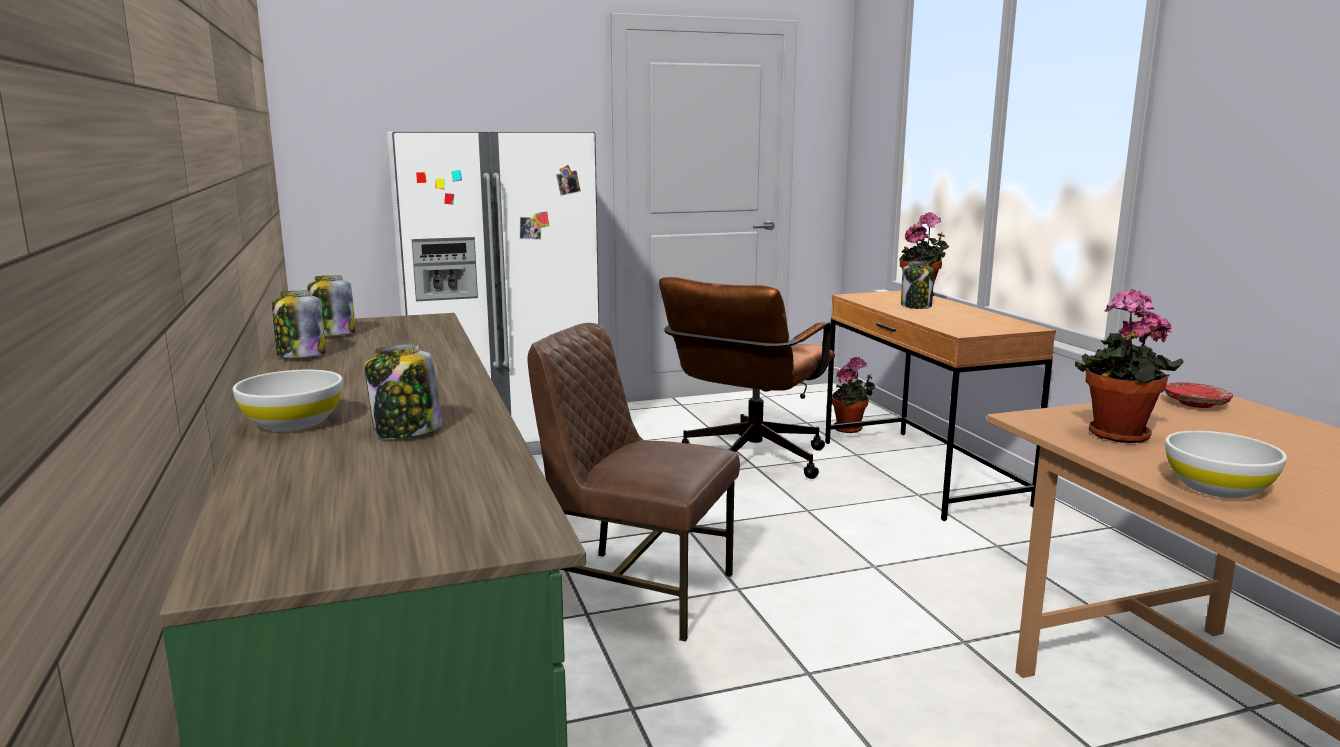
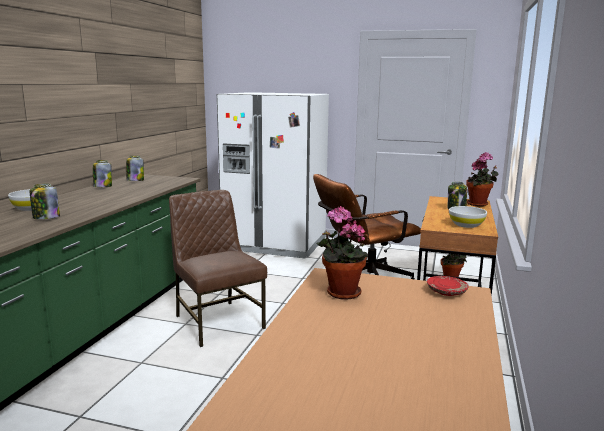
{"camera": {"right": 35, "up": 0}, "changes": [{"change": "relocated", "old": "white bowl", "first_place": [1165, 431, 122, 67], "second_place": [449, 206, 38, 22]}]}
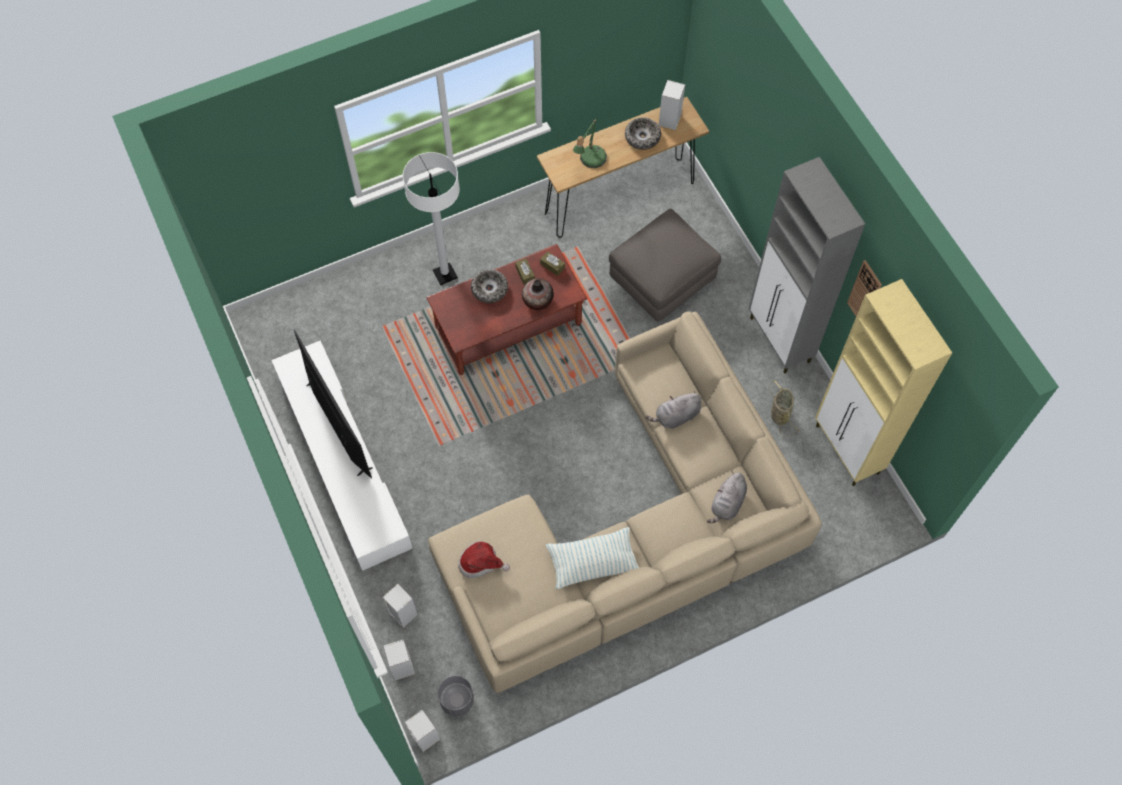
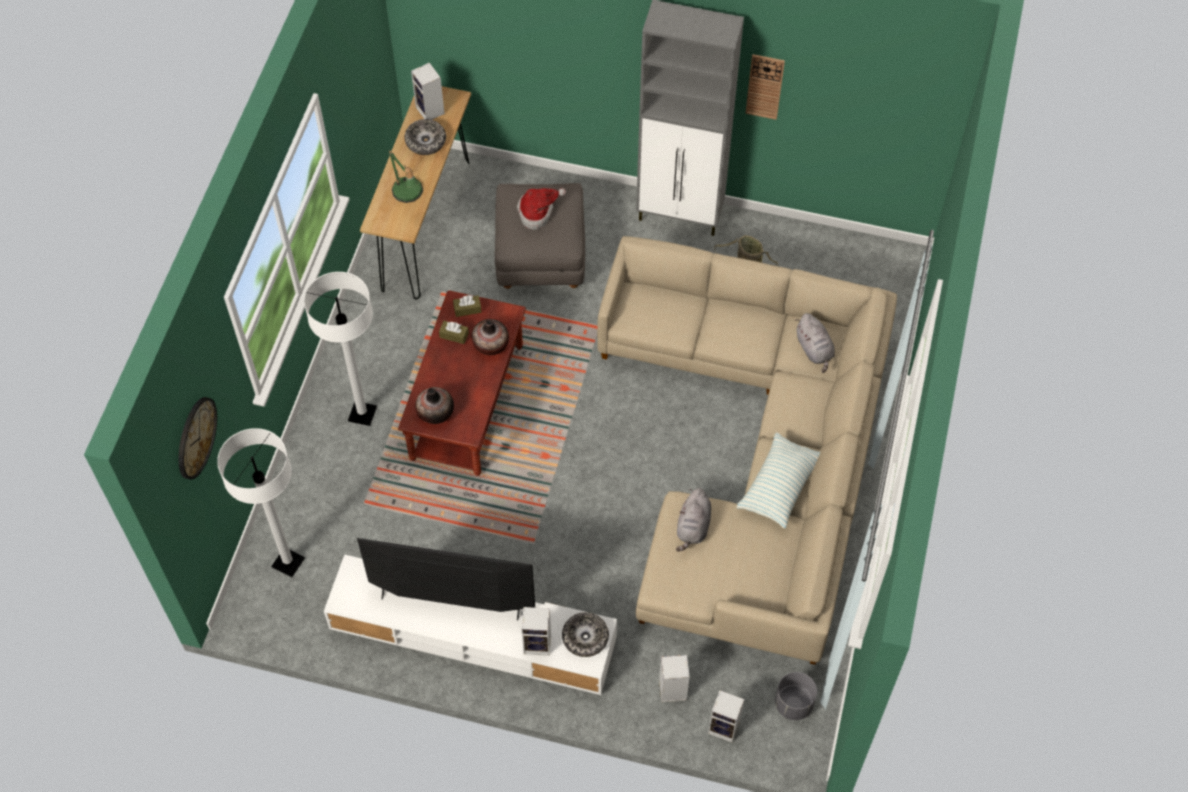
{"camera": {"right": -50, "up": -5}, "changes": [{"change": "relocated", "old": "speaker", "first_place": [405, 710, 35, 42], "second_place": [522, 607, 29, 49]}, {"change": "relocated", "old": "hat", "first_place": [458, 541, 52, 37], "second_place": [517, 188, 49, 42]}, {"change": "relocated", "old": "bowl", "first_place": [471, 269, 37, 34], "second_place": [562, 612, 47, 45]}, {"change": "relocated", "old": "grey plush toy", "first_place": [646, 391, 56, 38], "second_place": [676, 488, 35, 64]}, {"change": "missing", "old": "beige cabinet", "first_place": [815, 279, 137, 207]}, {"change": "appeared", "new": "wall clock", "second_place": [179, 397, 38, 83]}, {"change": "appeared", "new": "white floor lamp", "second_place": [217, 428, 88, 149]}, {"change": "appeared", "new": "vase", "second_place": [415, 387, 39, 37]}]}
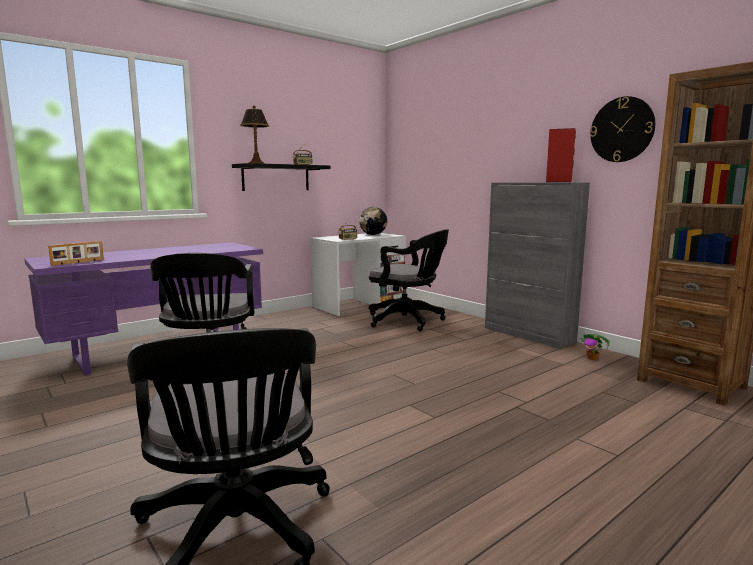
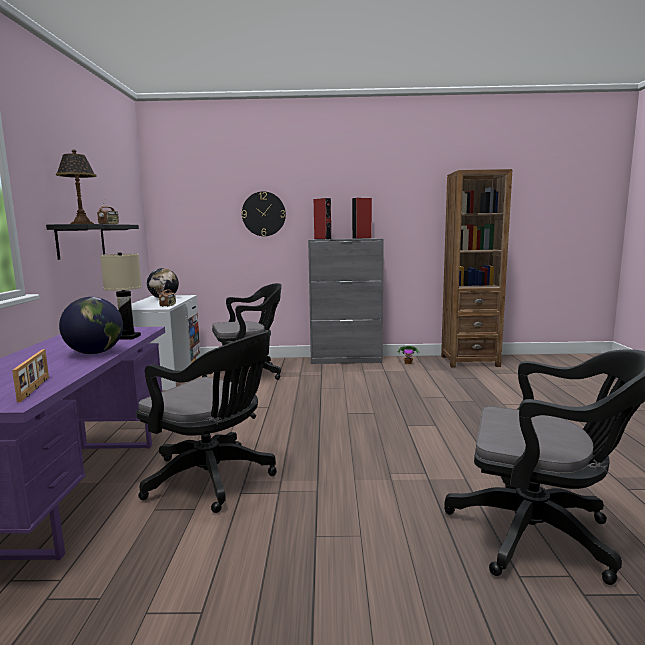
{"camera": {"right": -50, "up": 0}, "changes": [{"change": "relocated", "old": "wall clock", "first_place": [590, 96, 65, 66], "second_place": [242, 191, 44, 45]}, {"change": "appeared", "new": "globe", "second_place": [59, 297, 64, 57]}, {"change": "appeared", "new": "beige table lamp", "second_place": [100, 253, 42, 87]}, {"change": "appeared", "new": "red speaker", "second_place": [314, 198, 17, 41]}]}
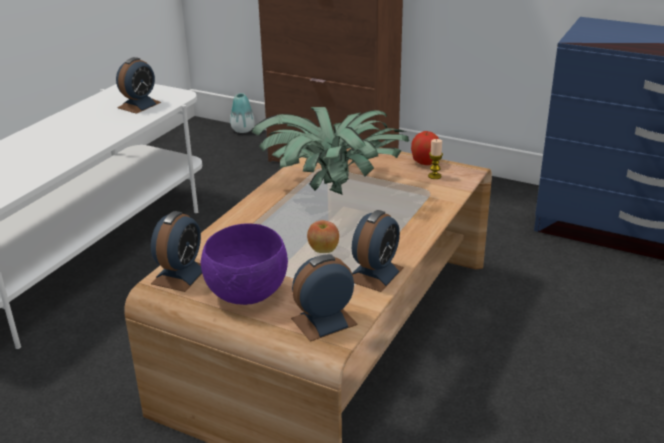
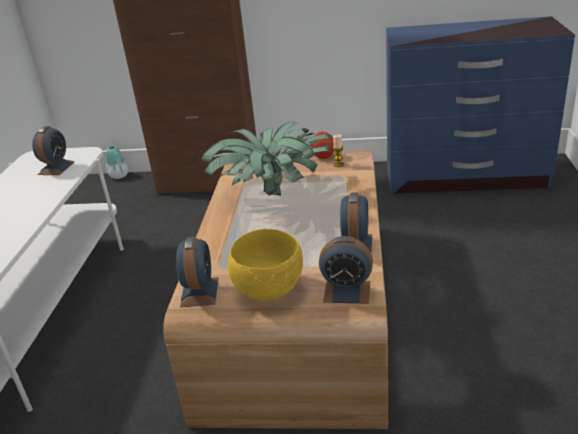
{"camera": {"right": -20, "up": 0}, "changes": [{"change": "colour", "old": "purple bowl", "new": "yellow bowl", "first_place": [200, 223, 88, 82], "second_place": [228, 229, 75, 72]}, {"change": "spun", "old": "alarm clock", "first_place": [291, 254, 67, 88], "second_place": [319, 236, 54, 68], "degrees": -120}, {"change": "missing", "old": "apple", "first_place": [307, 220, 32, 33]}]}
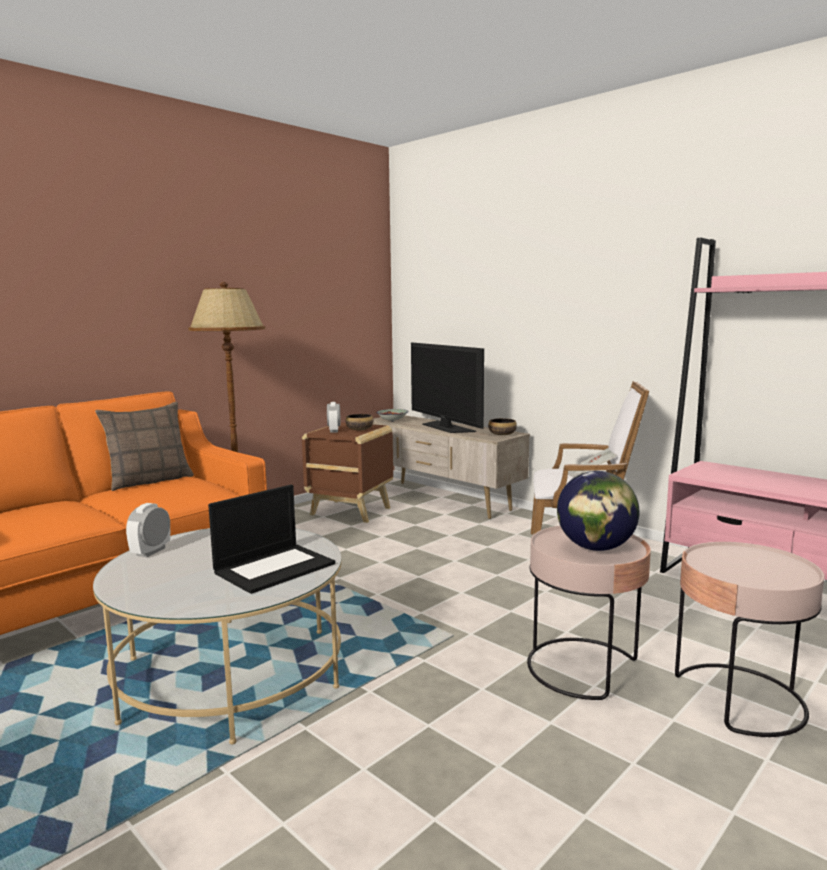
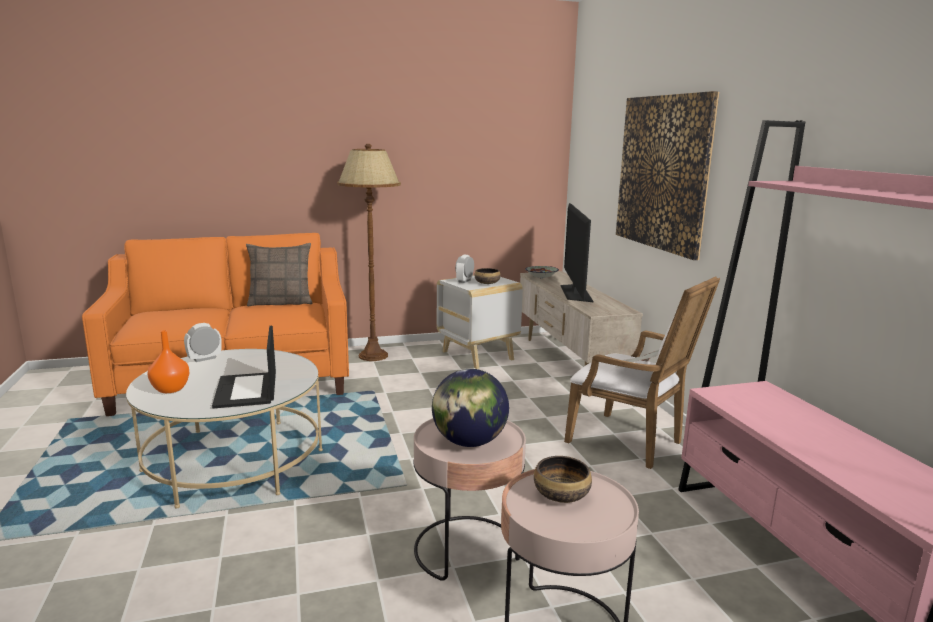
{"camera": {"right": 30, "up": 5}, "changes": [{"change": "spun", "old": "laptop", "first_place": [208, 485, 127, 109], "second_place": [212, 326, 64, 83], "degrees": 90}, {"change": "colour", "old": "brown side table", "new": "white side table", "first_place": [302, 422, 91, 101], "second_place": [437, 275, 86, 94]}, {"change": "relocated", "old": "bowl", "first_place": [488, 418, 29, 17], "second_place": [534, 456, 58, 47]}, {"change": "appeared", "new": "orange vase", "second_place": [148, 330, 41, 63]}, {"change": "appeared", "new": "picture", "second_place": [616, 91, 103, 169]}]}
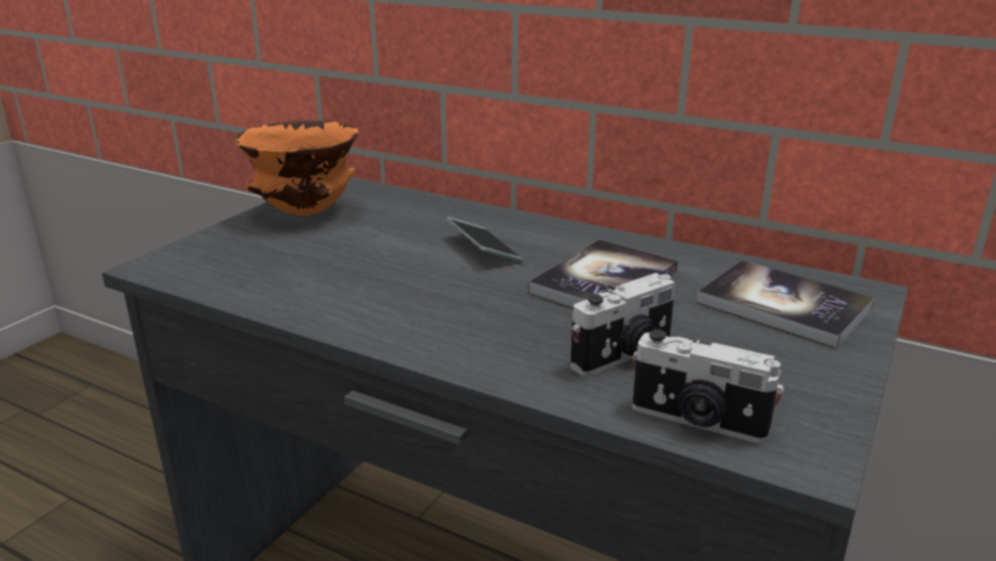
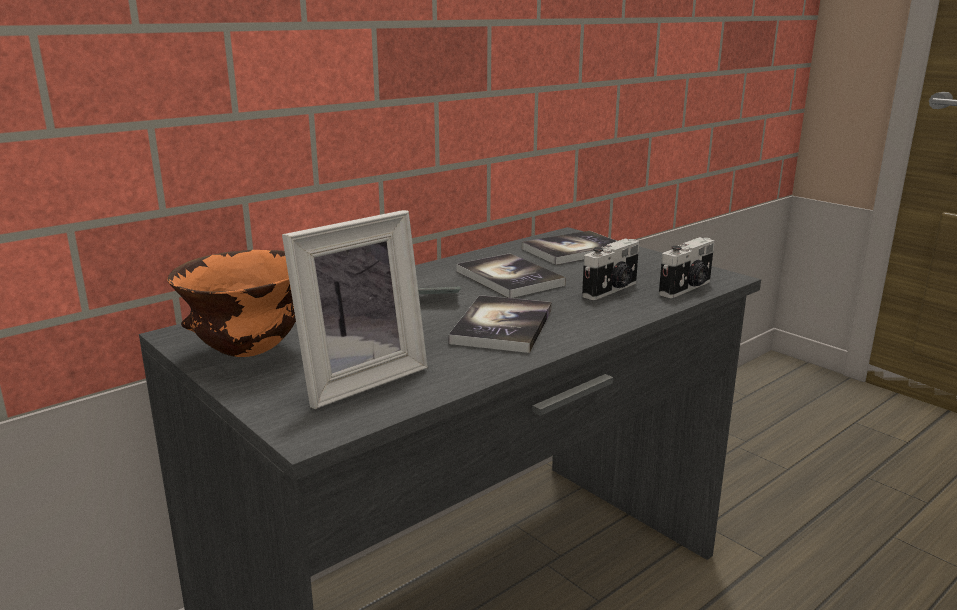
{"camera": {"right": -70, "up": -5}, "changes": [{"change": "spun", "old": "photo camera", "first_place": [570, 273, 105, 103], "second_place": [582, 238, 57, 62], "degrees": 60}, {"change": "appeared", "new": "picture frame", "second_place": [282, 210, 146, 199]}, {"change": "appeared", "new": "book", "second_place": [449, 295, 103, 58]}]}
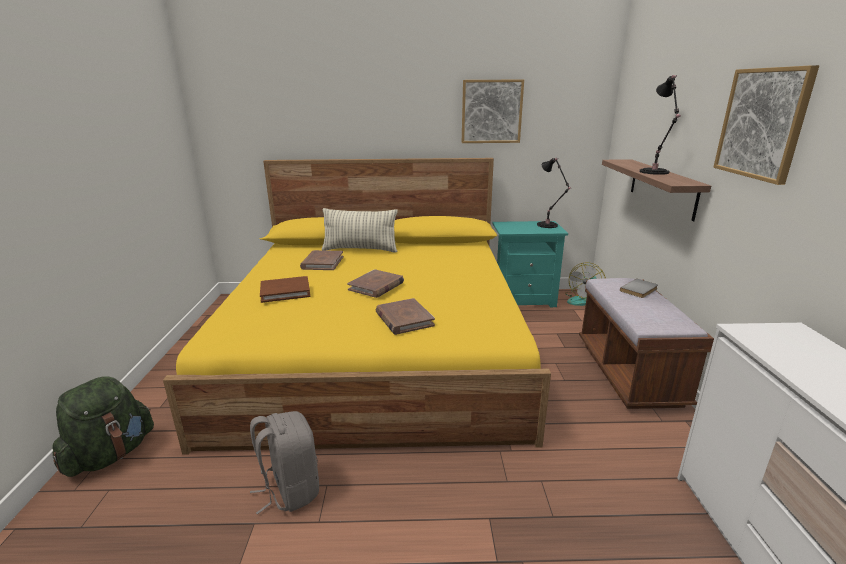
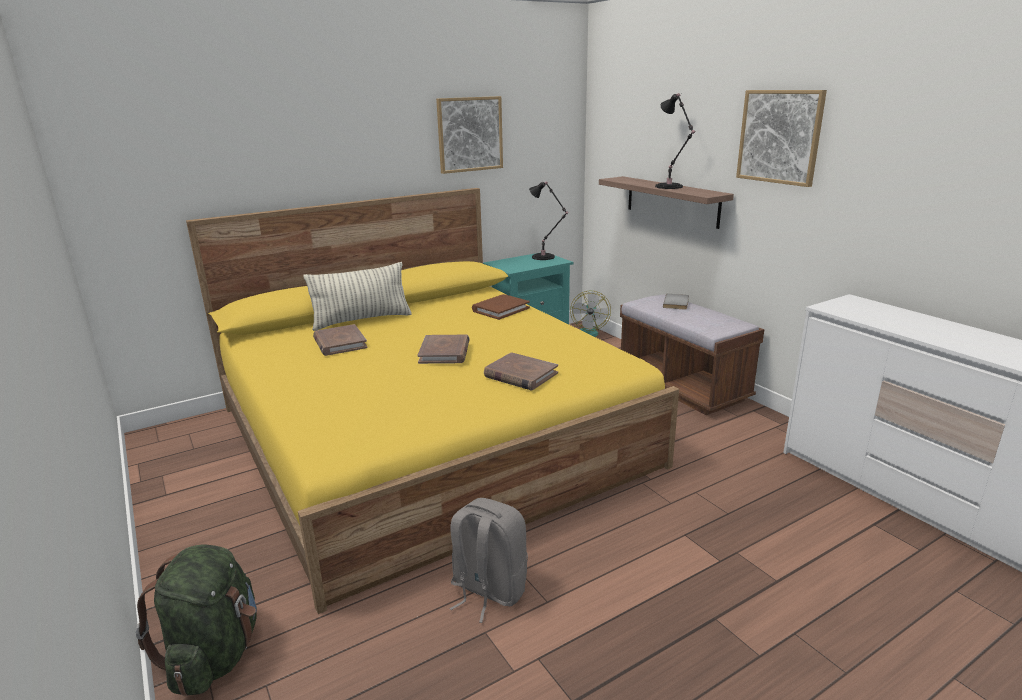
{"camera": {"right": -30, "up": 0}, "changes": [{"change": "relocated", "old": "brown book", "first_place": [260, 276, 51, 27], "second_place": [472, 294, 58, 26]}]}
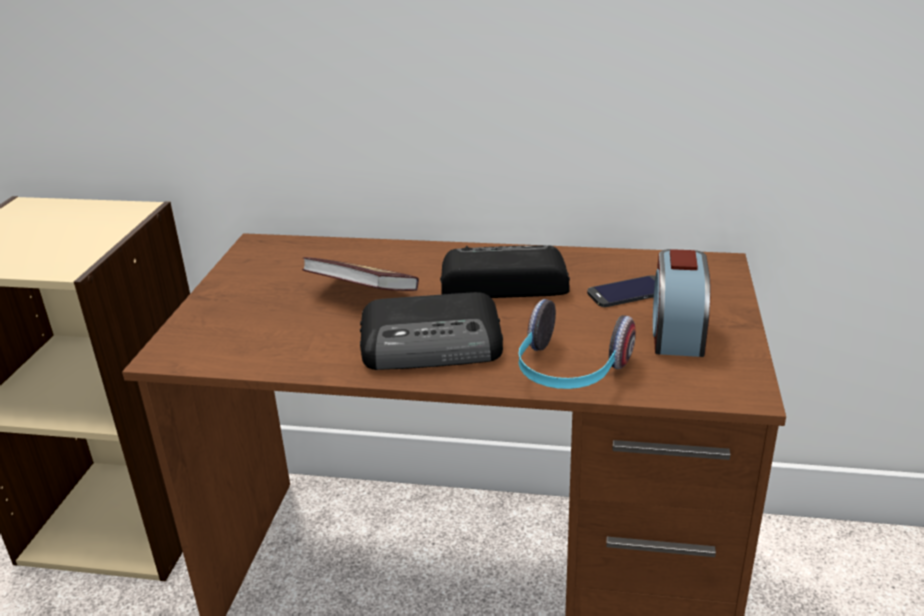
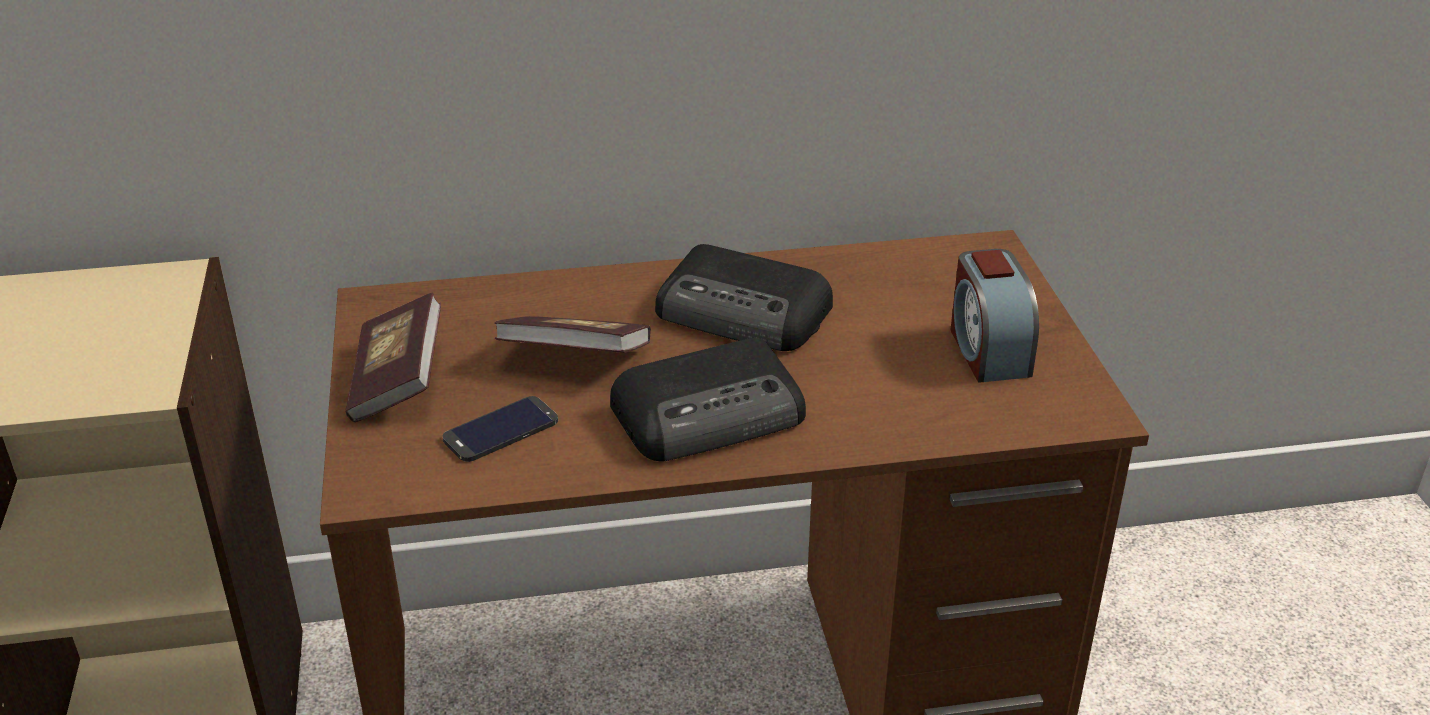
{"camera": {"right": -20, "up": 5}, "changes": [{"change": "spun", "old": "radio", "first_place": [440, 245, 130, 53], "second_place": [655, 244, 178, 107], "degrees": -135}, {"change": "missing", "old": "headphones", "first_place": [519, 299, 117, 90]}, {"change": "relocated", "old": "phone", "first_place": [587, 275, 68, 32], "second_place": [443, 396, 115, 66]}, {"change": "appeared", "new": "book", "second_place": [345, 292, 96, 130]}]}
